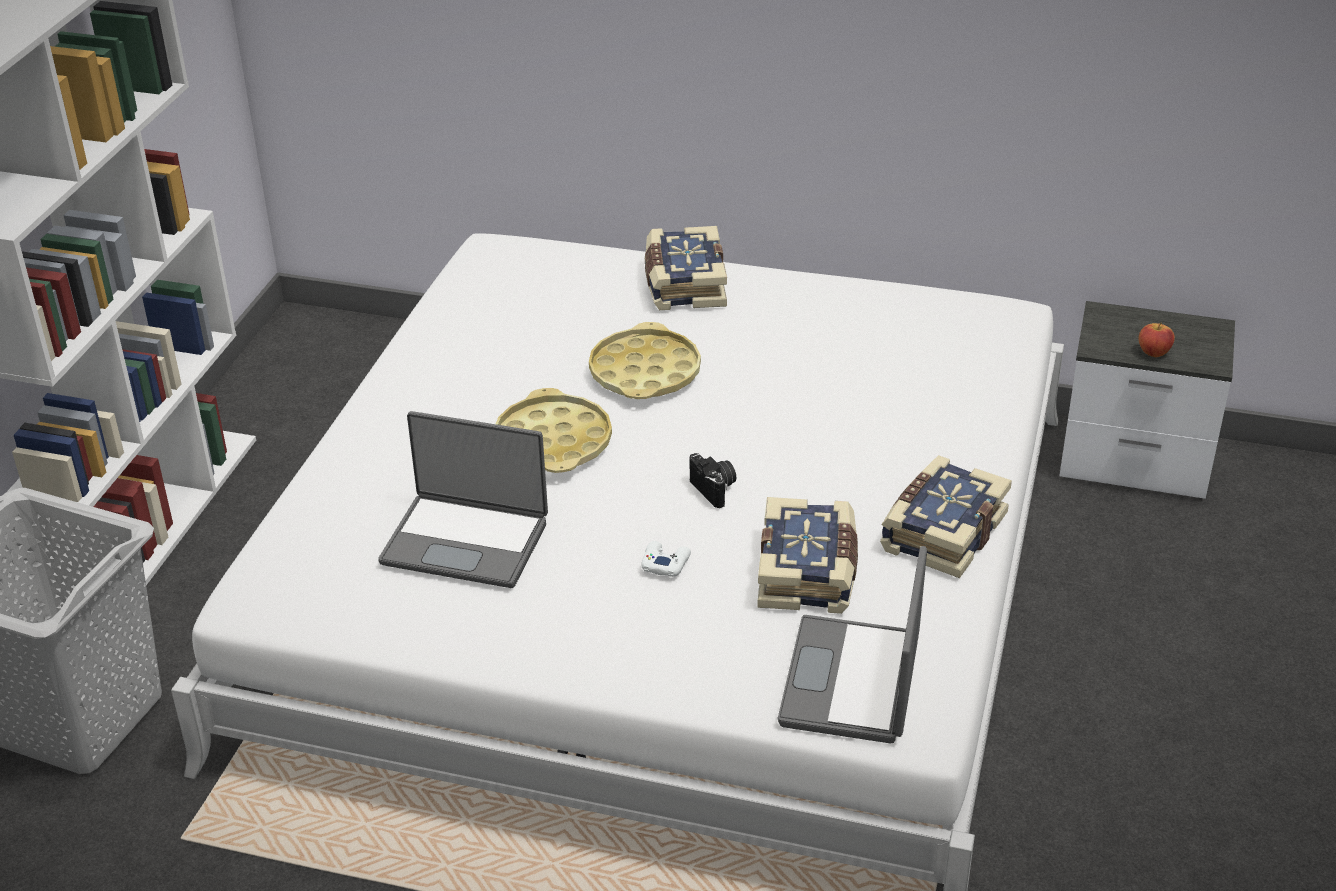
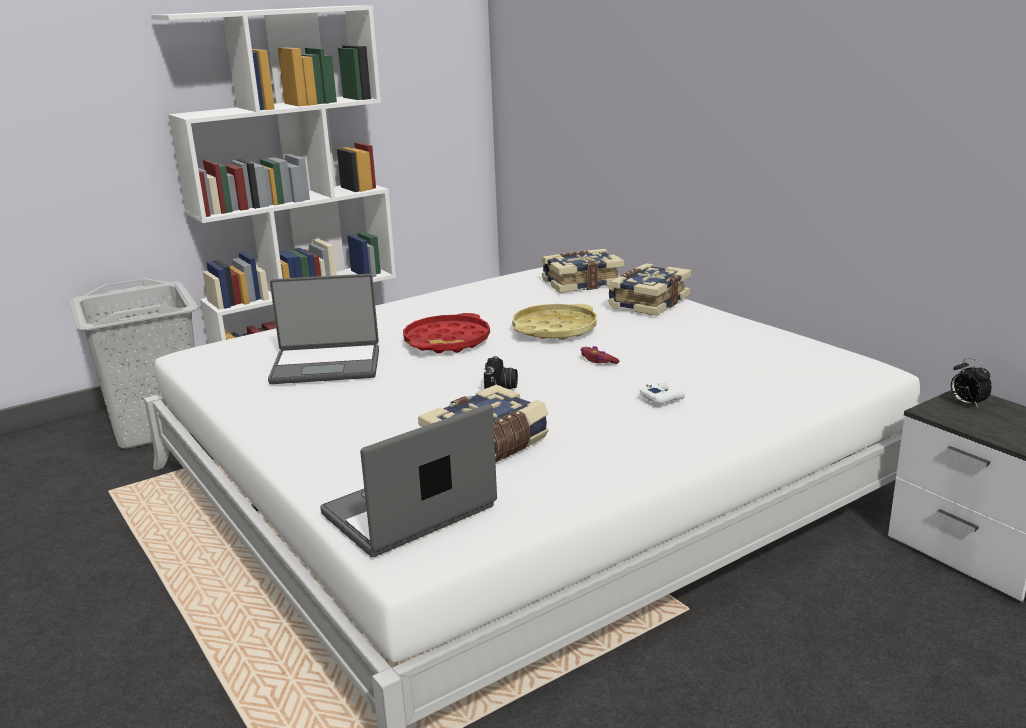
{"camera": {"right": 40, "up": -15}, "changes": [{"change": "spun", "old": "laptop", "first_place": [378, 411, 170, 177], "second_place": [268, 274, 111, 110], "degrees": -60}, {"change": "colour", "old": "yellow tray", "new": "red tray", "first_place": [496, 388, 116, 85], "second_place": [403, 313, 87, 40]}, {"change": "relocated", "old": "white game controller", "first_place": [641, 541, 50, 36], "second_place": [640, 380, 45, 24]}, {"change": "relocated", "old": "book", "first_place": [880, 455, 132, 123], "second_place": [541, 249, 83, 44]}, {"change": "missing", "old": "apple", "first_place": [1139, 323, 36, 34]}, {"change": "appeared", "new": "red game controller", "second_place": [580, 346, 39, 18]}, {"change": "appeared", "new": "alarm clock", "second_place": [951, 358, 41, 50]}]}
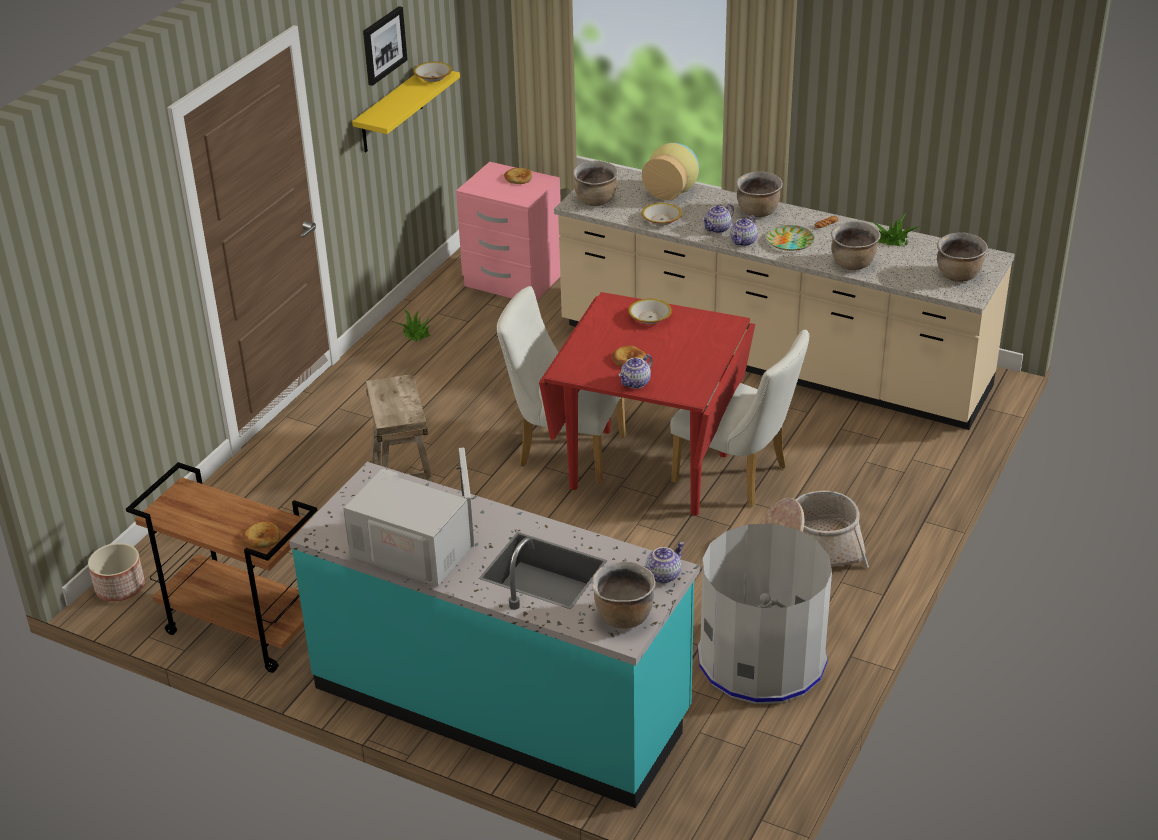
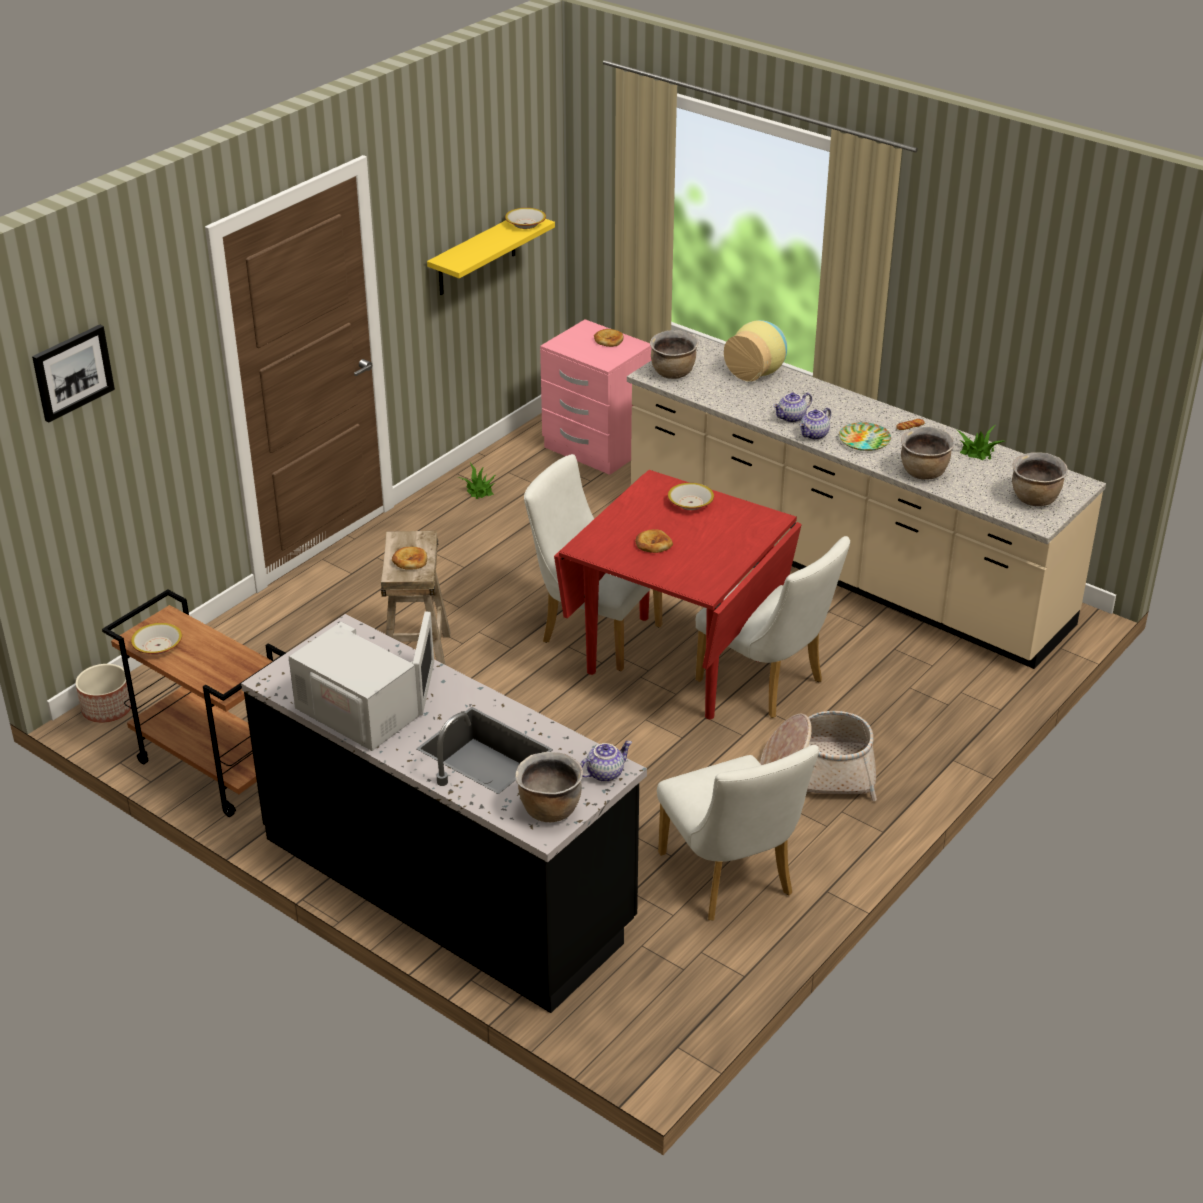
{"camera": {"right": 10, "up": 0}, "changes": [{"change": "relocated", "old": "bread", "first_place": [242, 522, 38, 27], "second_place": [392, 547, 35, 22]}, {"change": "colour", "old": "turquoise counter", "new": "black counter", "first_place": [289, 462, 411, 346], "second_place": [241, 614, 406, 399]}, {"change": "relocated", "old": "picture", "first_place": [363, 6, 45, 80], "second_place": [32, 324, 83, 98]}, {"change": "missing", "old": "teapot", "first_place": [618, 354, 35, 35]}, {"change": "relocated", "old": "bowl", "first_place": [642, 203, 40, 23], "second_place": [131, 623, 51, 32]}, {"change": "exchanged", "old": "grey trash can", "new": "white chair", "first_place": [698, 524, 134, 180], "second_place": [657, 745, 162, 175]}, {"change": "missing", "old": "brown cooking pot", "first_place": [736, 171, 47, 46]}]}
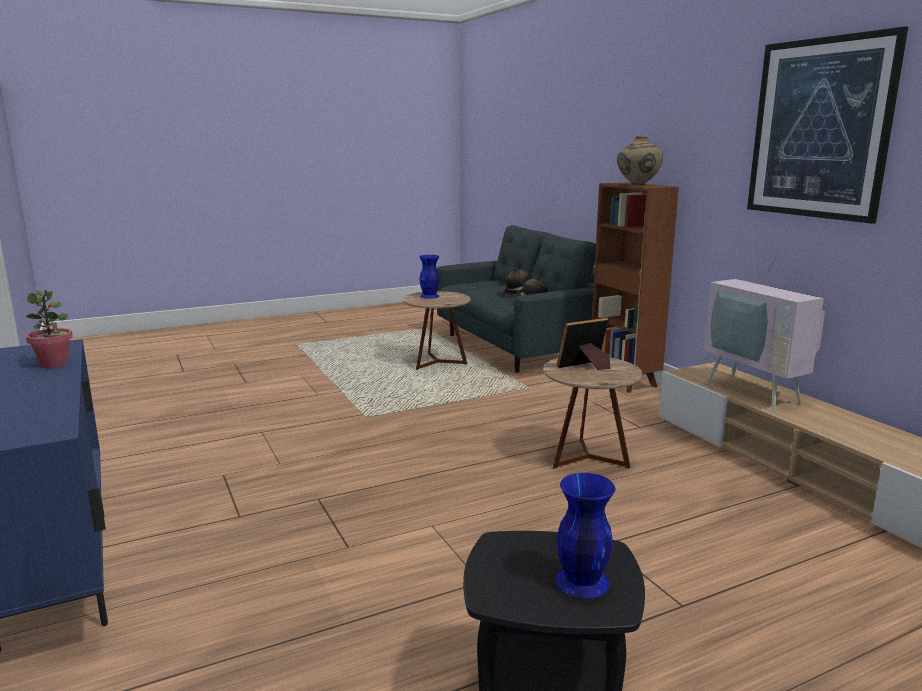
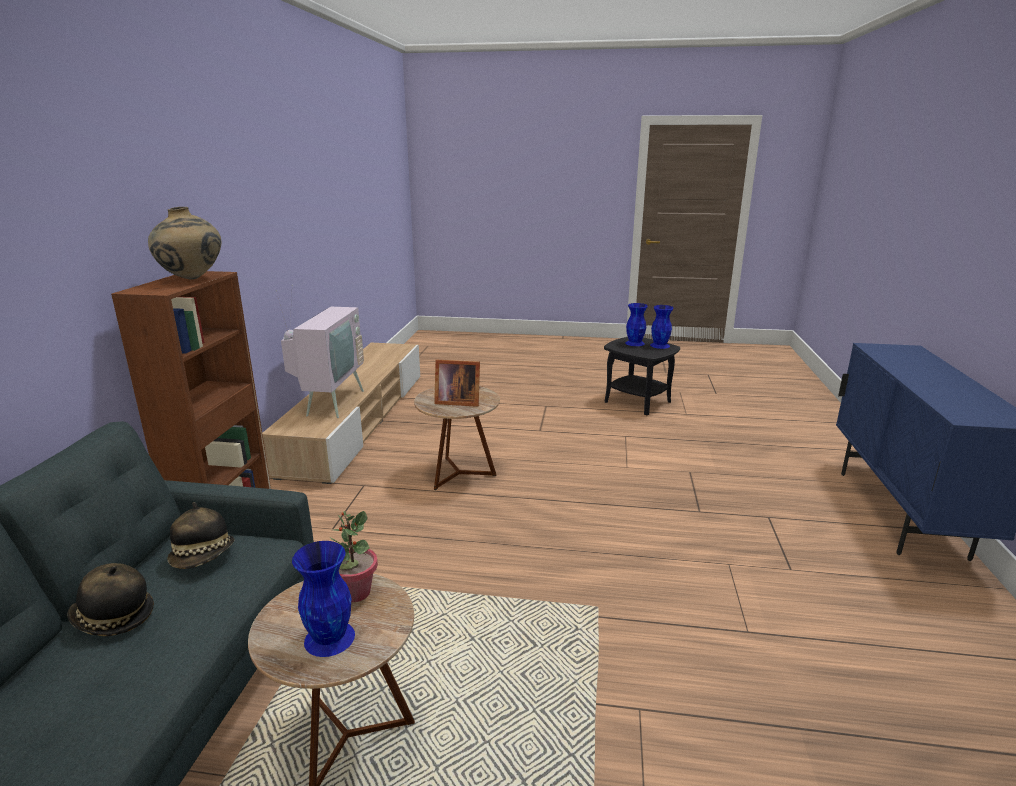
{"camera": {"right": -145, "up": 5}, "changes": [{"change": "relocated", "old": "potted plant", "first_place": [26, 290, 47, 78], "second_place": [330, 511, 48, 91]}, {"change": "missing", "old": "picture", "first_place": [747, 26, 161, 198]}, {"change": "appeared", "new": "blue vase", "second_place": [650, 305, 24, 44]}]}
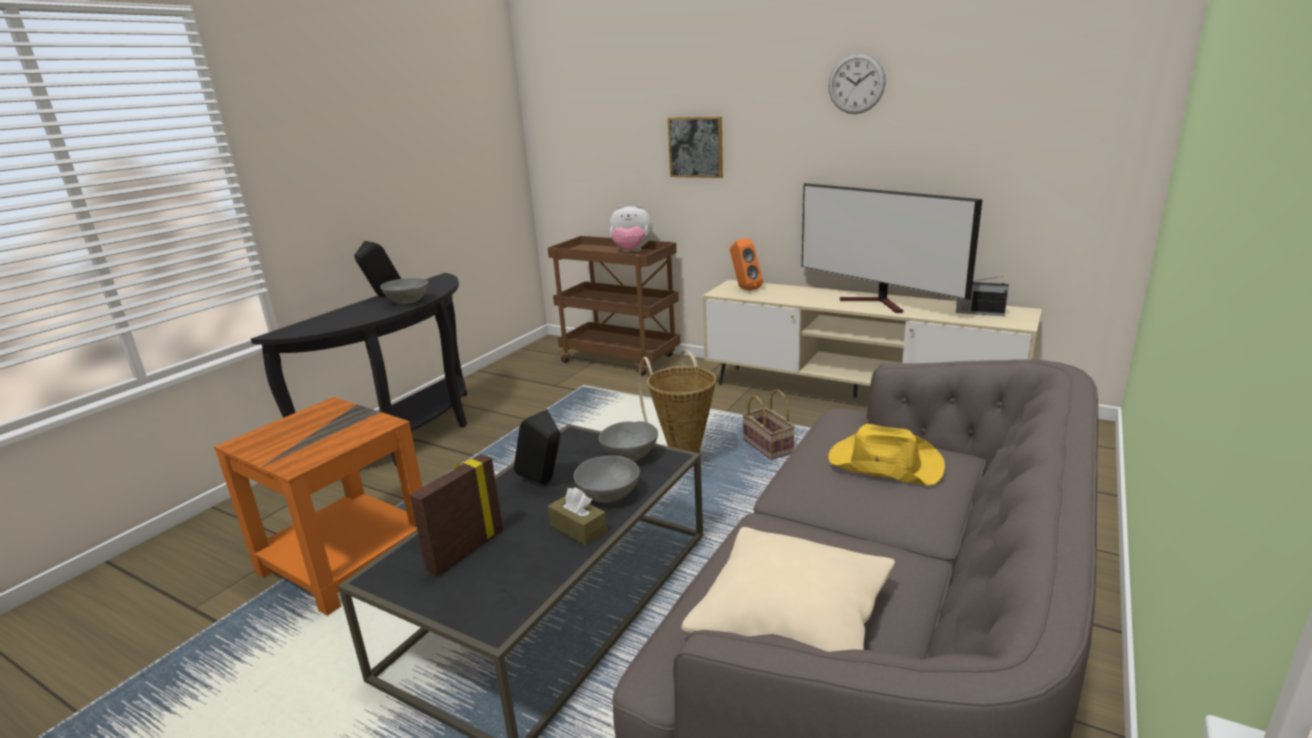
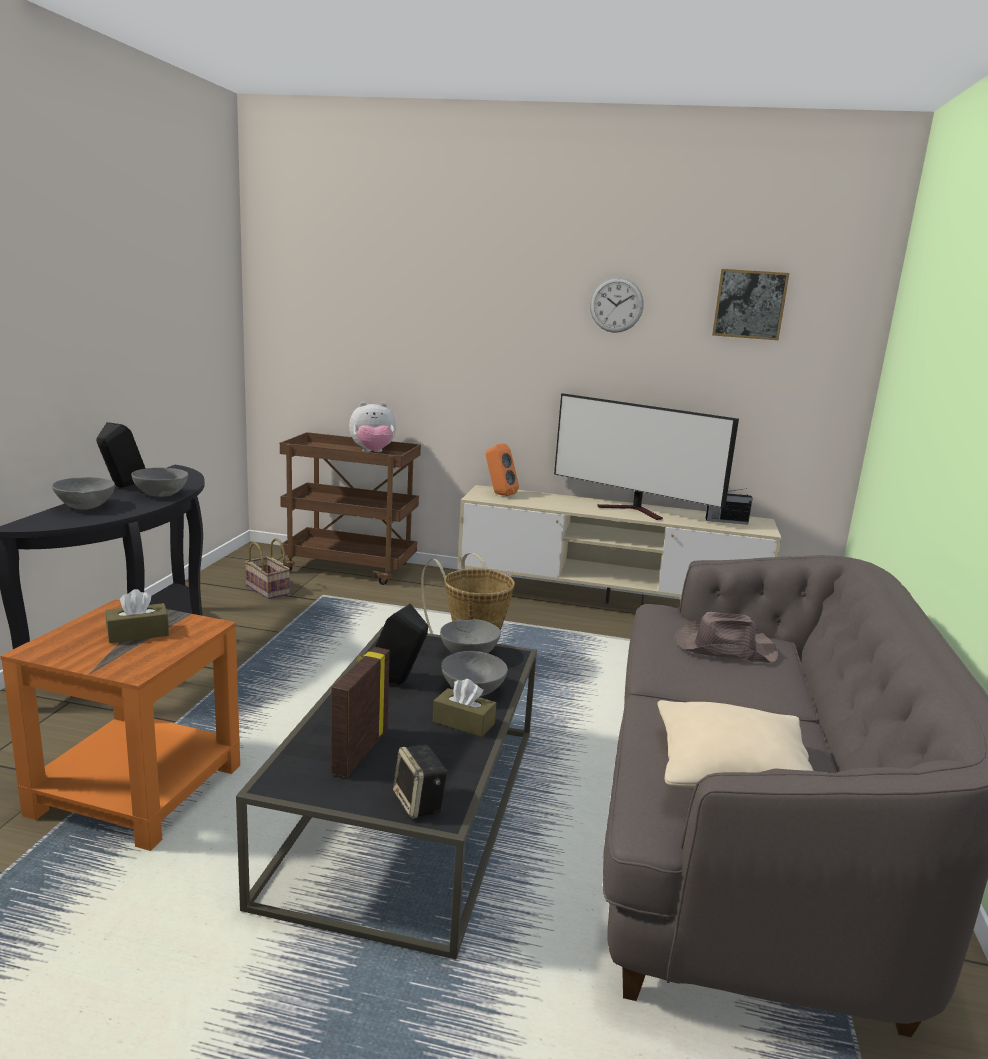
{"camera": {"right": -20, "up": -5}, "changes": [{"change": "relocated", "old": "picture", "first_place": [668, 116, 55, 62], "second_place": [712, 269, 77, 71]}, {"change": "relocated", "old": "basket", "first_place": [742, 390, 53, 70], "second_place": [245, 538, 45, 61]}, {"change": "colour", "old": "yellow hat", "new": "brown hat", "first_place": [828, 424, 117, 62], "second_place": [674, 612, 104, 51]}, {"change": "appeared", "new": "grey bowl", "second_place": [52, 477, 63, 32]}, {"change": "appeared", "new": "brown tissue box", "second_place": [106, 589, 63, 54]}, {"change": "appeared", "new": "speaker", "second_place": [393, 745, 54, 74]}]}
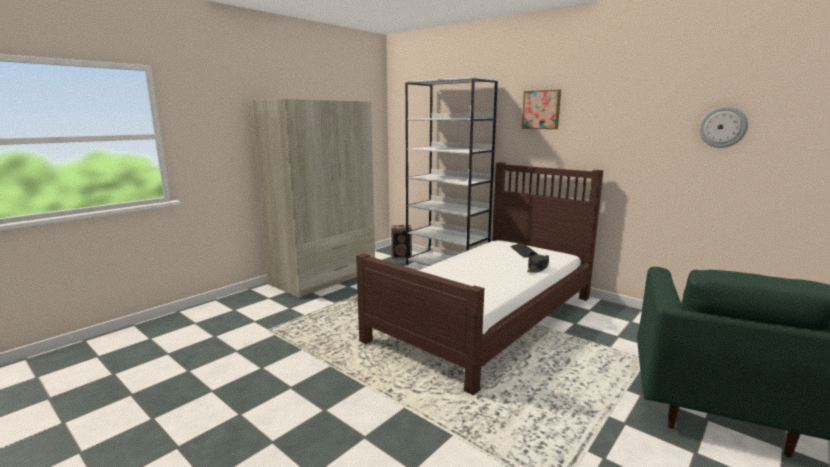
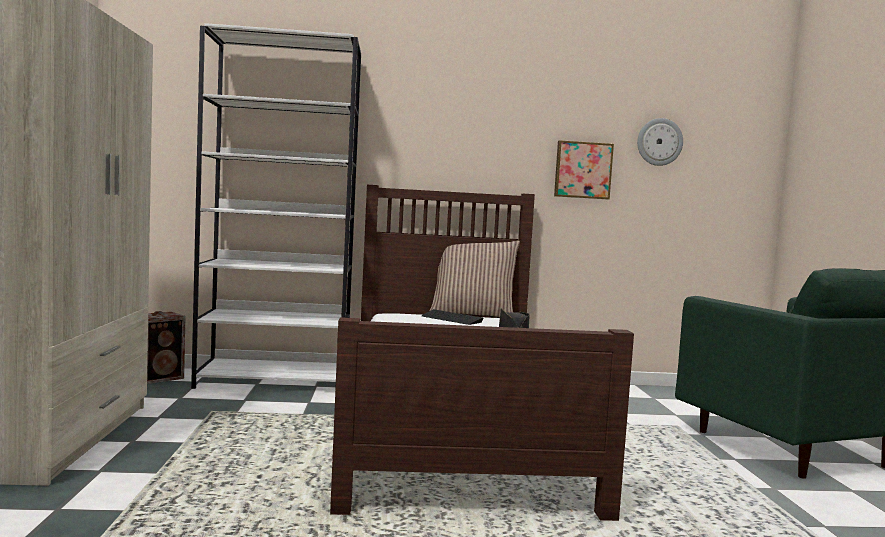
{"camera": {"right": -45, "up": -10}, "changes": [{"change": "relocated", "old": "picture", "first_place": [522, 90, 39, 39], "second_place": [554, 140, 60, 59]}, {"change": "appeared", "new": "pillow", "second_place": [430, 241, 90, 77]}]}
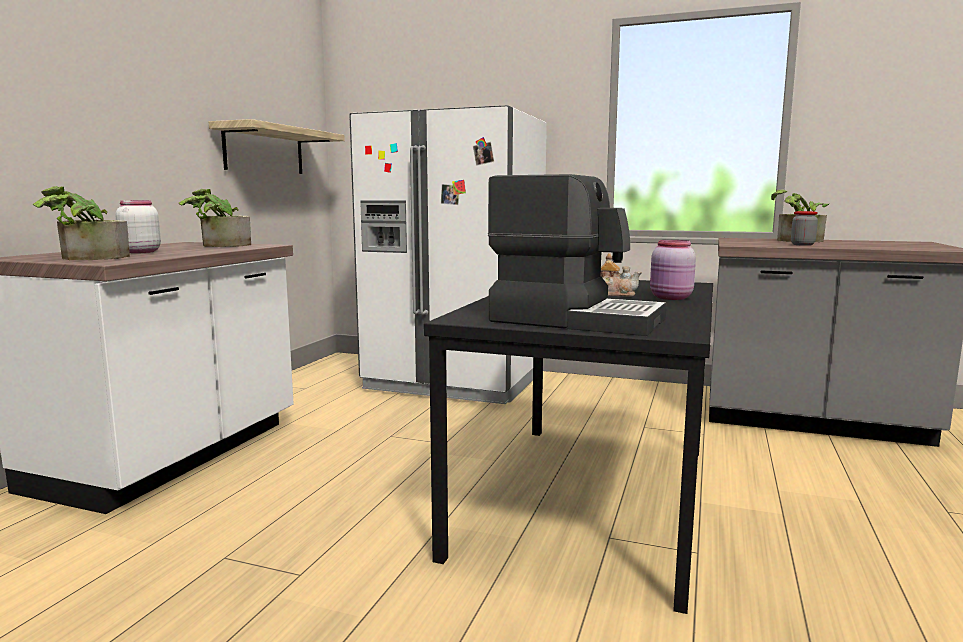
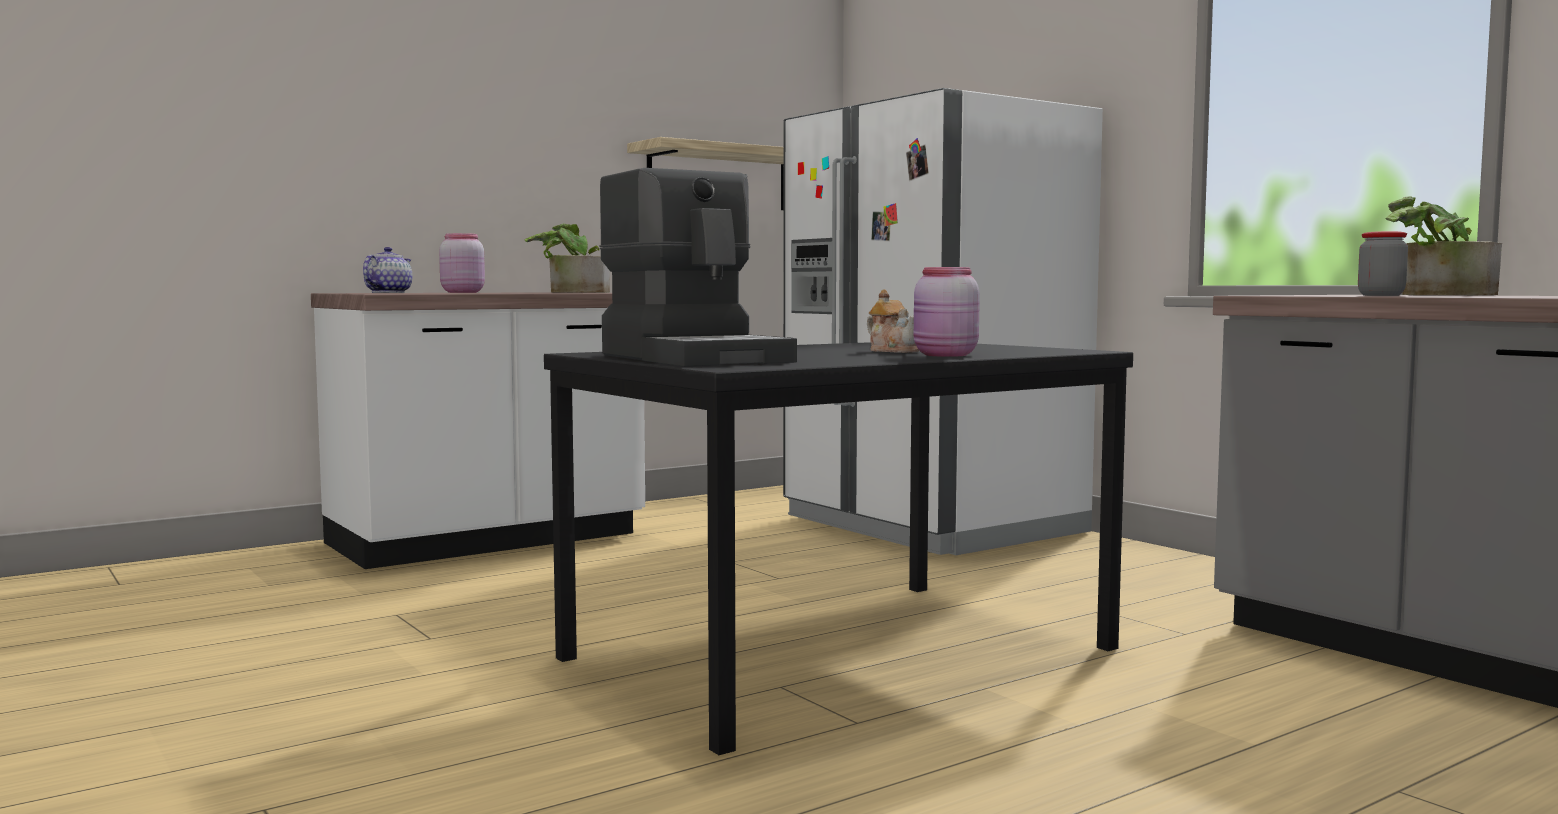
{"camera": {"right": 35, "up": -5}, "changes": [{"change": "exchanged", "old": "potted plant", "new": "teapot", "first_place": [32, 186, 98, 74], "second_place": [363, 247, 50, 46]}, {"change": "colour", "old": "white jar", "new": "pink jar", "first_place": [115, 200, 46, 53], "second_place": [439, 233, 46, 60]}]}
